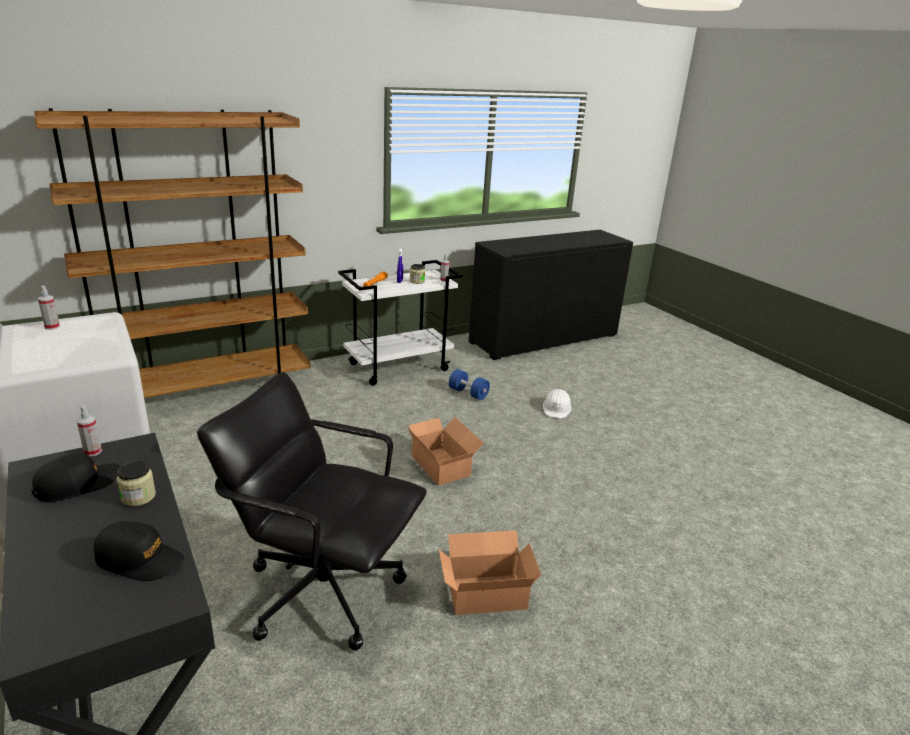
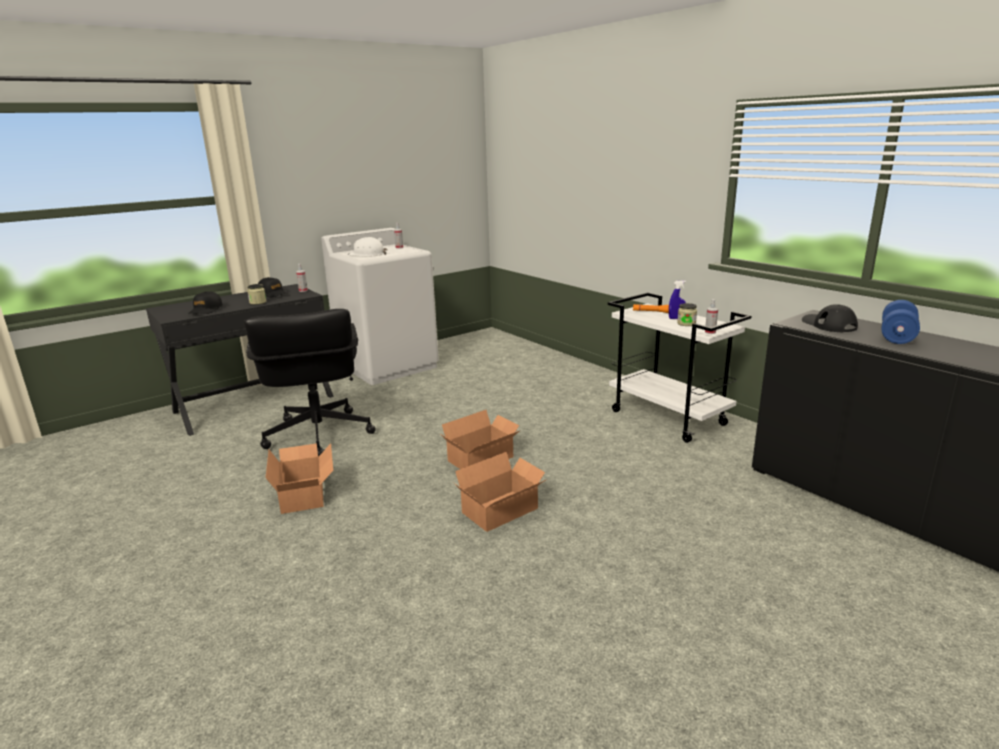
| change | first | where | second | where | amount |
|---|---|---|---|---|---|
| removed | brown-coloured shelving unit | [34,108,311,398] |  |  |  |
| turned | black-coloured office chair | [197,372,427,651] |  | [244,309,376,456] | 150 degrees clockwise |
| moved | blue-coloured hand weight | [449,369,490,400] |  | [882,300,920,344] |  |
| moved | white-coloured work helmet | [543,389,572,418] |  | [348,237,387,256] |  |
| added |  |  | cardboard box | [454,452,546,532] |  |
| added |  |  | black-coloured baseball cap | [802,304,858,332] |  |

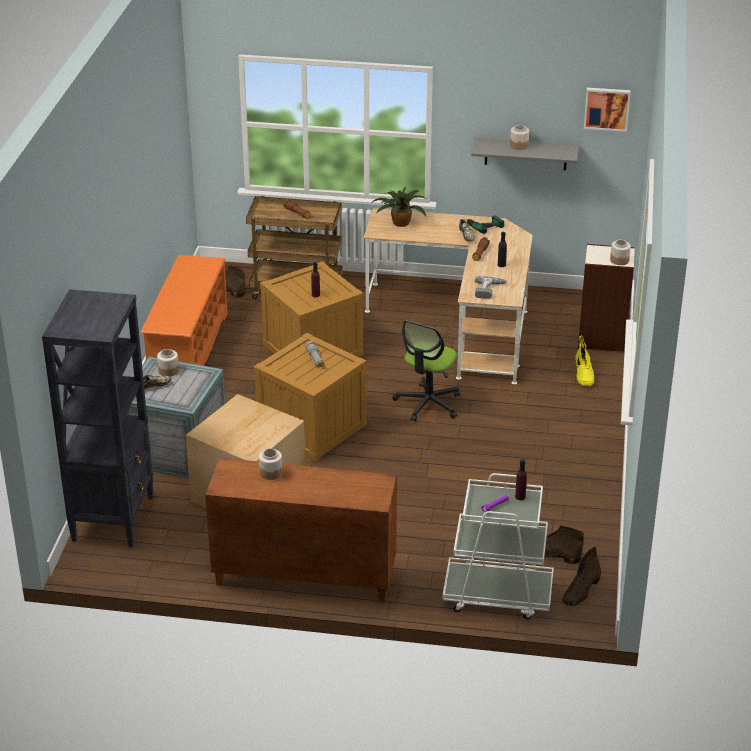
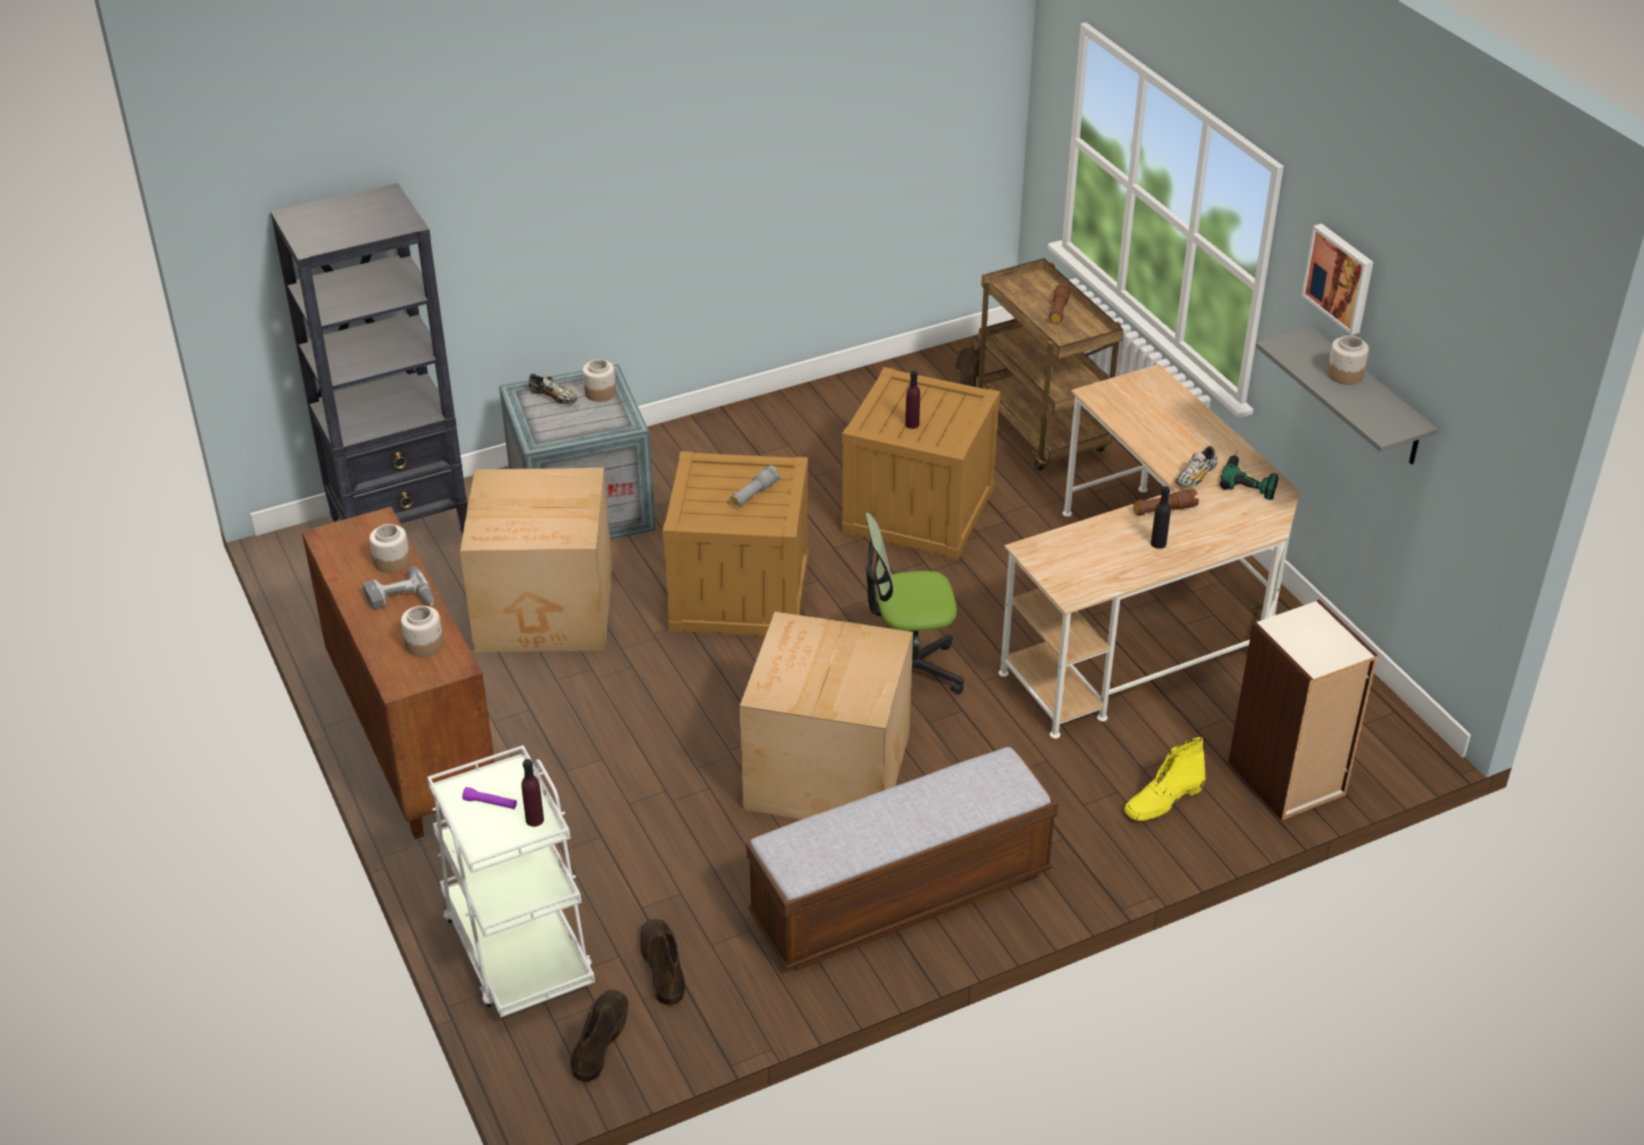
| change | first | where | second | where | amount |
|---|---|---|---|---|---|
| removed | orangey shoe shelf | [141,255,228,366] |  |  |  |
| removed | houseplant | [370,187,426,227] |  |  |  |
| moved | power drill | [475,276,507,299] |  | [363,566,434,609] |  |
| turned | brown-coloured boot | [562,546,601,606] |  | [570,990,628,1082] | 105 degrees clockwise |
| moved | picture | [584,88,631,132] |  | [1301,224,1373,335] |  |
| moved | preserve jar | [610,240,631,265] |  | [401,606,443,657] |  |
| added |  |  | cardboard box | [740,611,913,819] |  |
| added |  |  | long seat | [746,747,1059,971] |  |

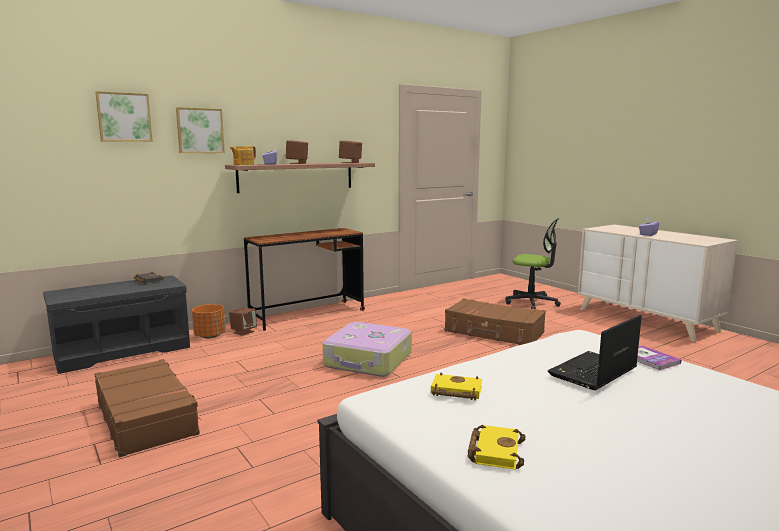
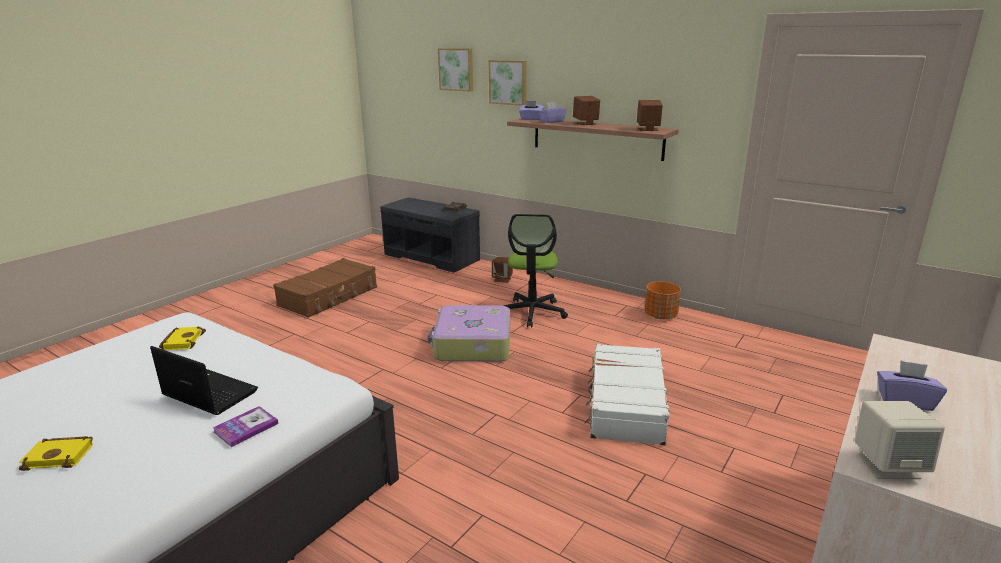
| change | first | where | second | where | amount |
|---|---|---|---|---|---|
| moved | orangey planter | [192,304,226,339] |  | [645,281,681,319] |  |
| replaced | tea pot | [230,146,256,165] | purple-coloured tissue holder | [519,101,545,120] |  |
| removed | brown-coloured desk table | [244,228,365,331] |  |  |  |
| recoloured | brown-coloured piece of luggage | [445,298,546,345] | white-coloured piece of luggage | [585,344,670,445] |  |
| moved | yellow-coloured volume | [468,425,526,470] |  | [19,436,93,471] |  |
| moved | office chair | [506,218,561,309] |  | [503,214,568,327] |  |
| added |  |  | beige speaker | [855,401,945,479] |  |

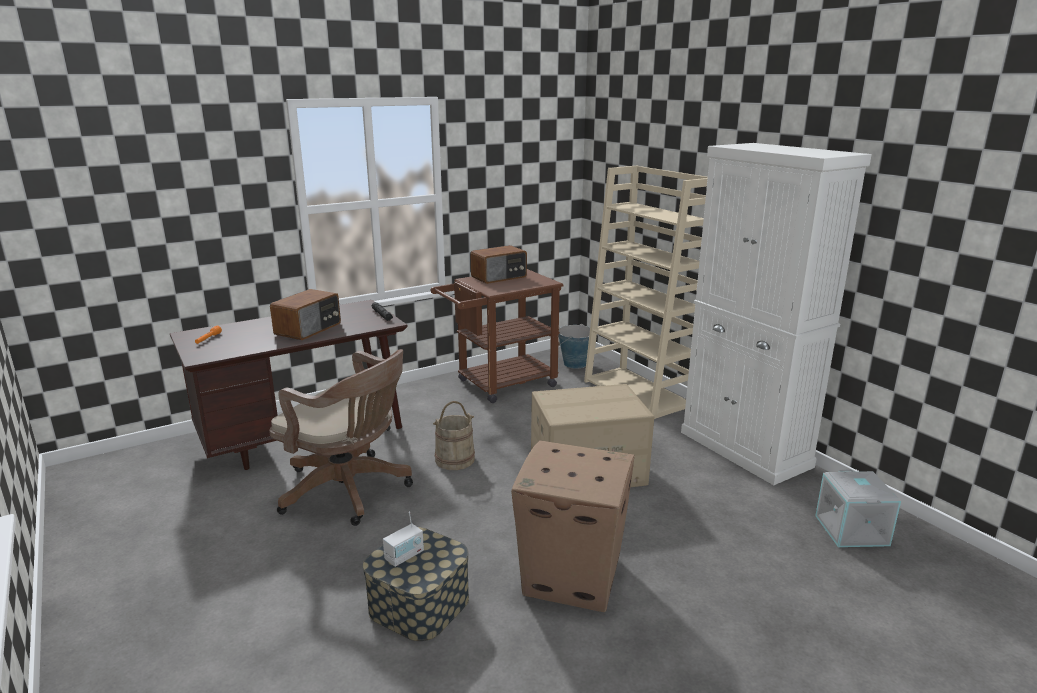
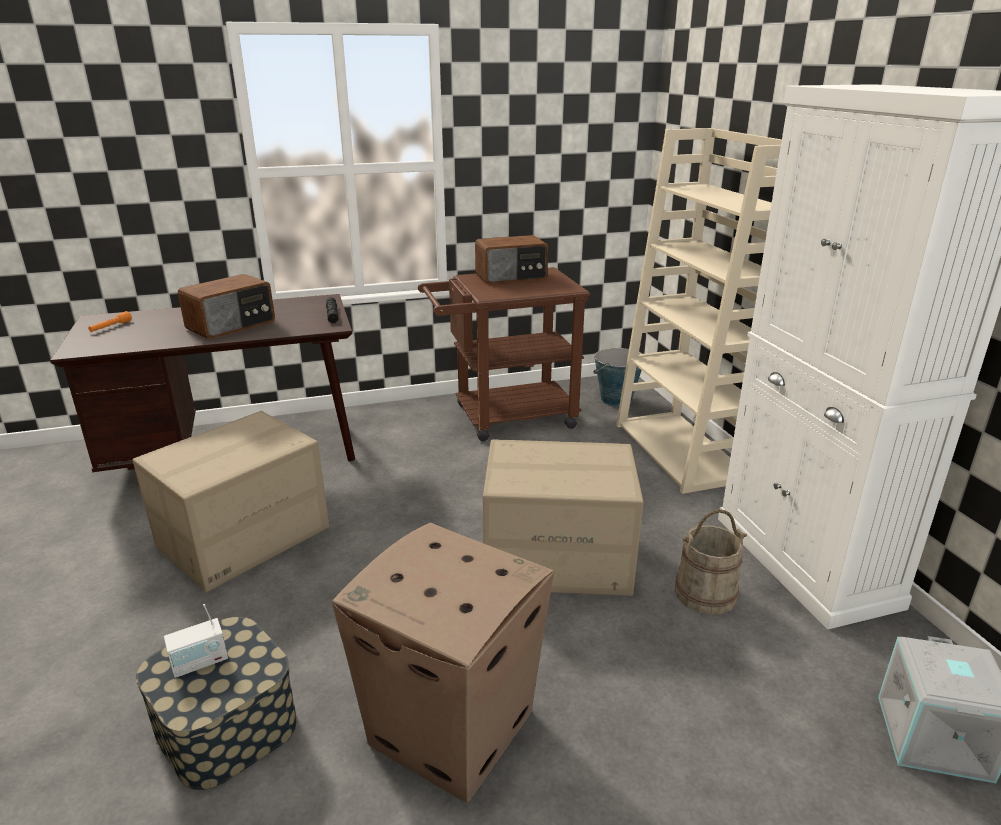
| change | first | where | second | where | amount |
|---|---|---|---|---|---|
| replaced | brown-coloured office chair | [269,349,413,526] | cardboard box | [133,411,329,592] |  |
| moved | beige pail | [433,401,475,470] |  | [675,509,747,615] |  |

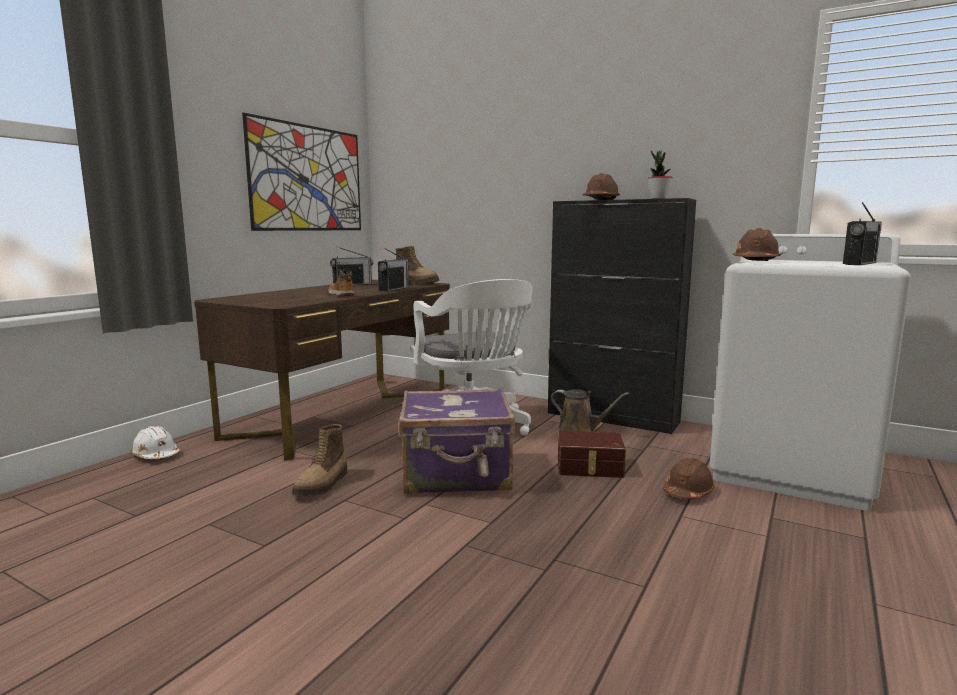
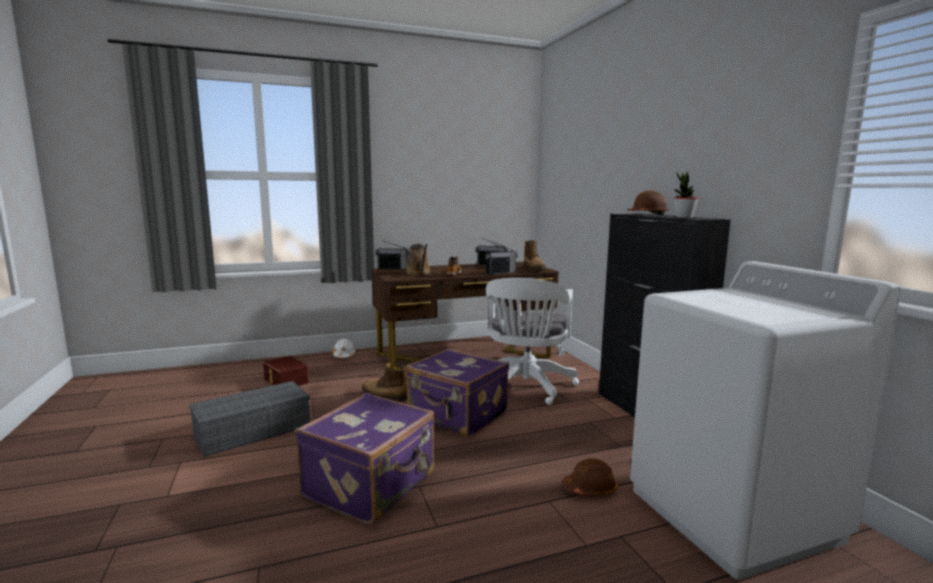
| change | first | where | second | where | amount |
|---|---|---|---|---|---|
| removed | picture | [242,113,361,231] |  |  |  |
| turned | boot | [292,424,348,496] |  | [362,363,407,402] | 60 degrees clockwise |
| moved | brown-coloured watering pot | [551,389,629,432] |  | [406,244,430,275] |  |
| moved | brown-coloured storage container | [558,431,626,478] |  | [263,356,309,386] |  |
| removed | brown-coloured work helmet | [733,228,781,261] |  |  |  |
| moved | radio | [843,202,882,265] |  | [375,240,409,270] |  |
| added |  |  | gray storage container | [189,381,310,457] |  |
| added |  |  | purple-coloured piece of luggage | [295,393,435,525] |  |

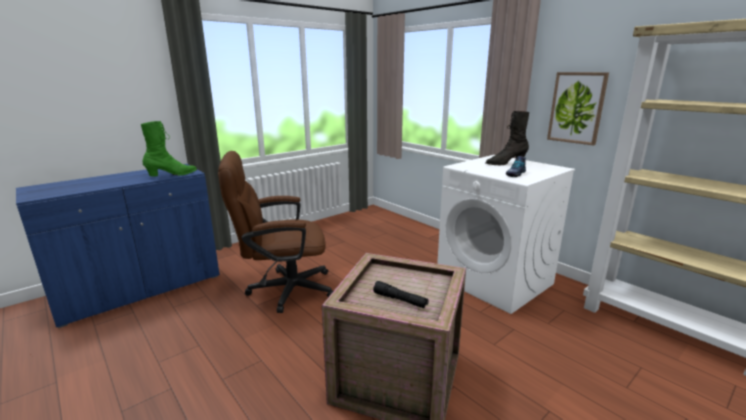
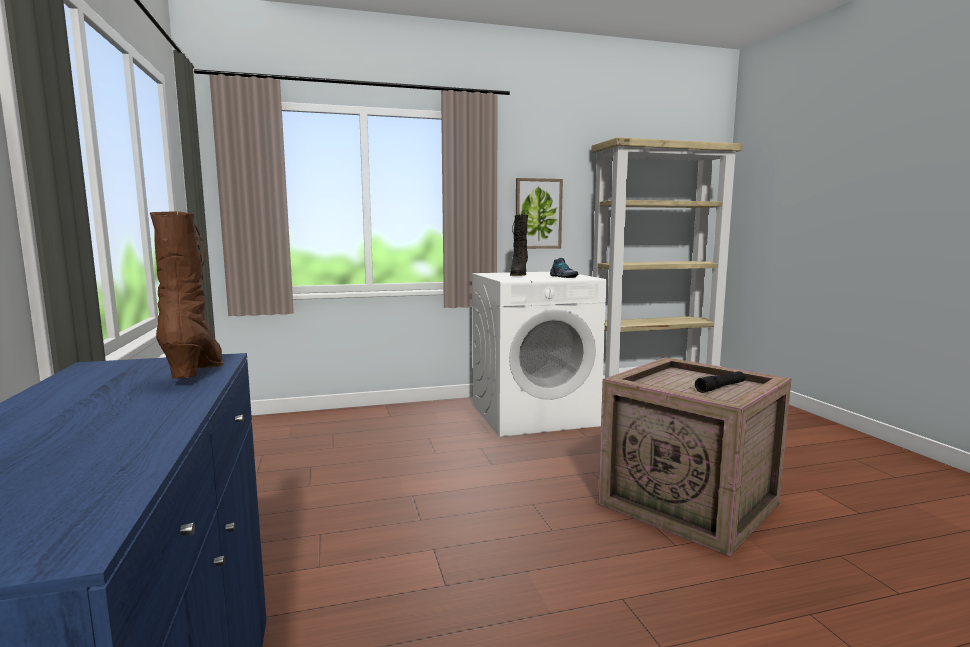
| change | first | where | second | where | amount |
|---|---|---|---|---|---|
| recoloured | green boot | [141,121,197,176] | brown-coloured boot | [150,211,224,379] |  |
| removed | brown-coloured office chair | [218,151,333,313] |  |  |  |

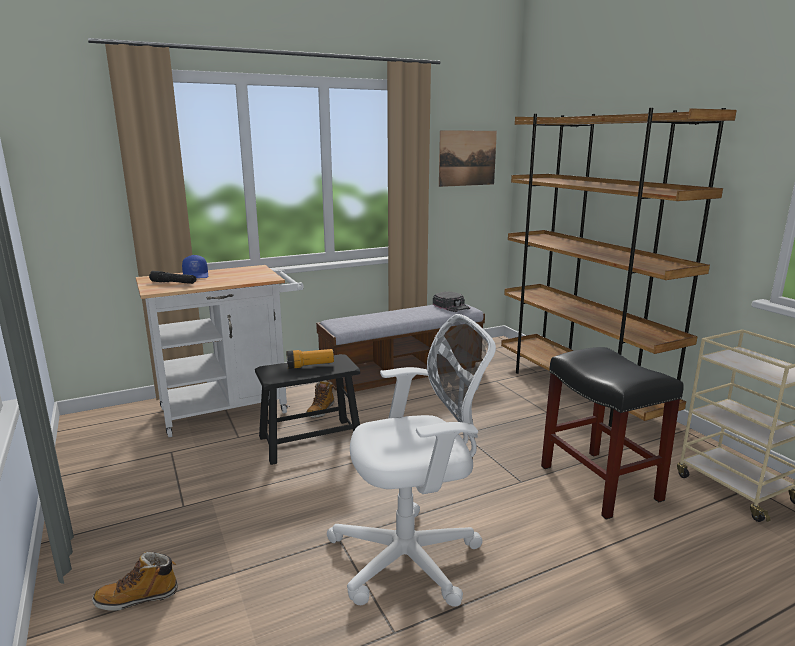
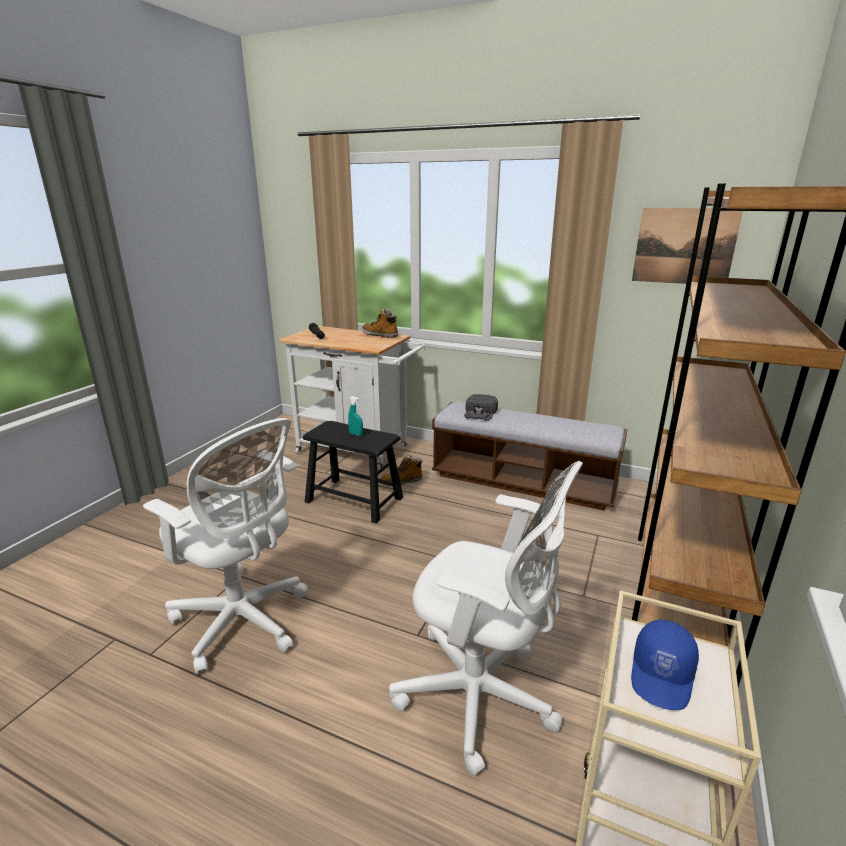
| change | first | where | second | where | amount |
|---|---|---|---|---|---|
| moved | boot | [92,552,178,611] |  | [362,308,398,338] |  |
| moved | blue-coloured baseball cap | [182,255,208,278] |  | [631,619,699,710] |  |
| replaced | torch | [286,349,334,369] | turquoise-coloured hand sprayer | [348,396,363,436] |  |
| moved | black-coloured baseball cap | [433,291,470,312] |  | [464,394,498,421] |  |
| replaced | black-coloured stool | [541,347,683,520] | white-coloured office chair | [389,461,583,776] |  |

